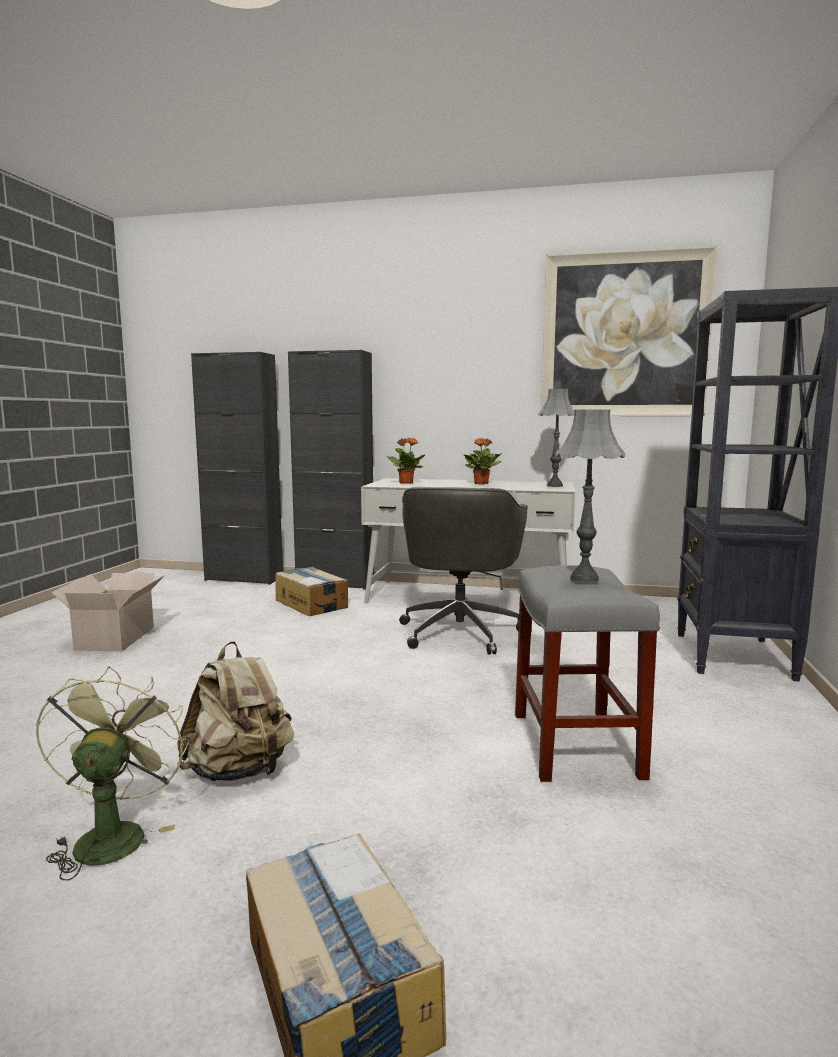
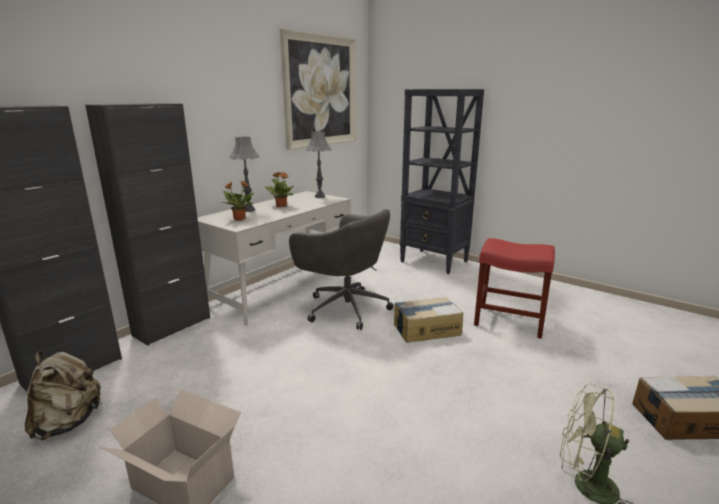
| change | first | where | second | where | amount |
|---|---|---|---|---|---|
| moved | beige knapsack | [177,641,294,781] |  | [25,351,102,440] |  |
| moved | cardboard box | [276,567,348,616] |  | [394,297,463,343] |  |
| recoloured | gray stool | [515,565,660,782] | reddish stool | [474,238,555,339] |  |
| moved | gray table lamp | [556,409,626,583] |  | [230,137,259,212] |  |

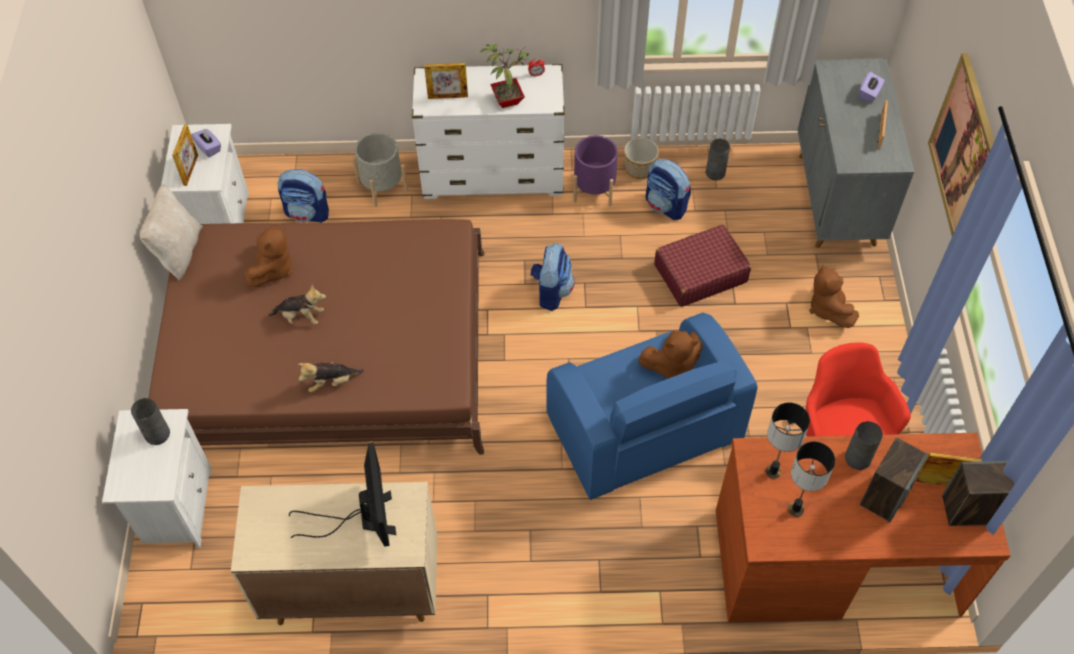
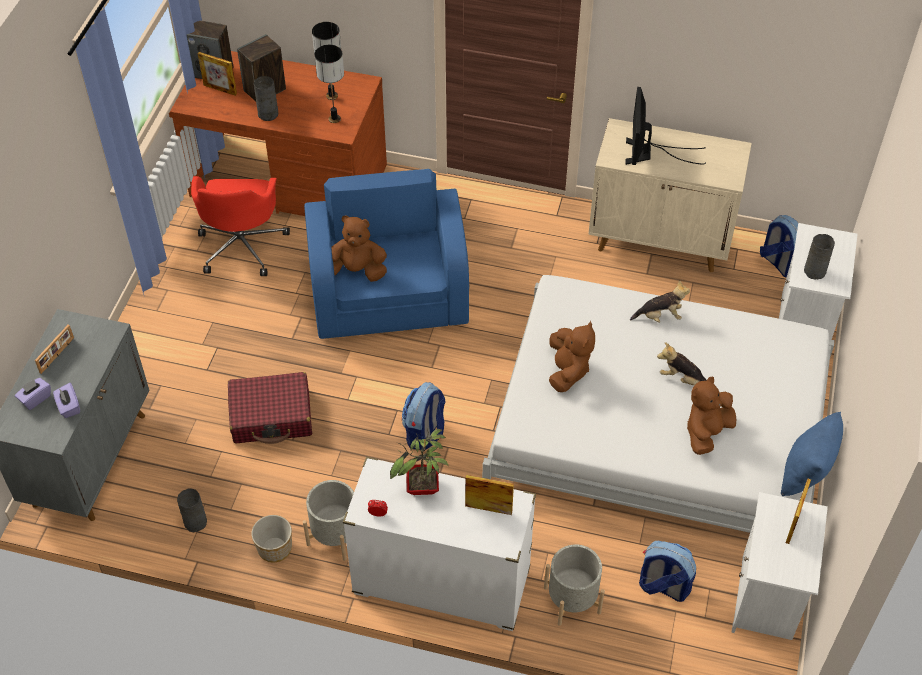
| change | first | where | second | where | amount |
|---|---|---|---|---|---|
| recoloured | beige cushion | [140,184,203,281] | blue-coloured cushion | [781,412,843,496] |  |
| recoloured | brown-coloured bedroom bed | [149,219,484,455] | white-coloured bedroom bed | [482,275,835,533] |  |
| moved | purple-coloured tissue holder | [191,129,221,158] |  | [53,383,80,418] |  |
| recoloured | purple-coloured planter | [573,135,618,206] | gray planter | [303,480,354,561] |  |
| moved | knapsack | [646,158,691,220] |  | [760,215,798,278] |  |
| moved | brown-coloured plush toy | [809,264,859,328] |  | [549,321,595,392] |  |
| removed | picture | [928,53,994,236] |  |  |  |

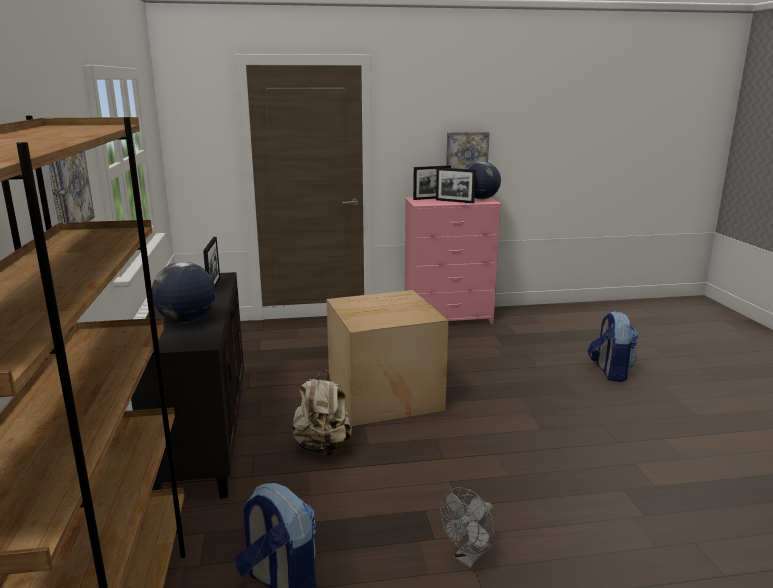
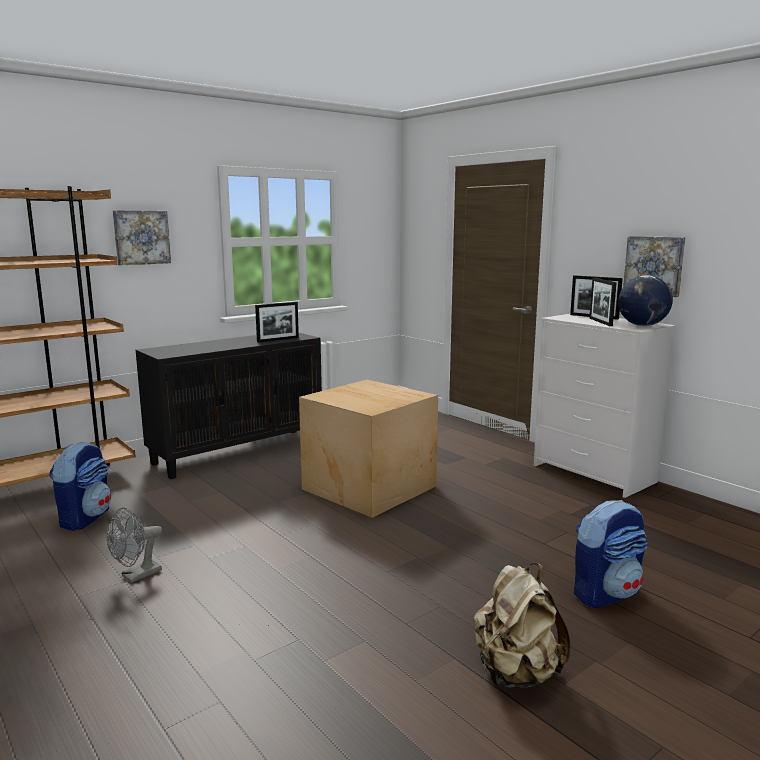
| change | first | where | second | where | amount |
|---|---|---|---|---|---|
| removed | desk globe | [152,262,215,323] |  |  |  |
| moved | beige knapsack | [291,370,352,456] |  | [474,563,571,688] |  |
| recoloured | pinkish drawer chest | [405,197,501,324] | white-coloured drawer chest | [534,314,676,498] |  |
| turned | gray cooling fan | [440,487,494,569] |  | [107,507,162,583] | 60 degrees counterclockwise |

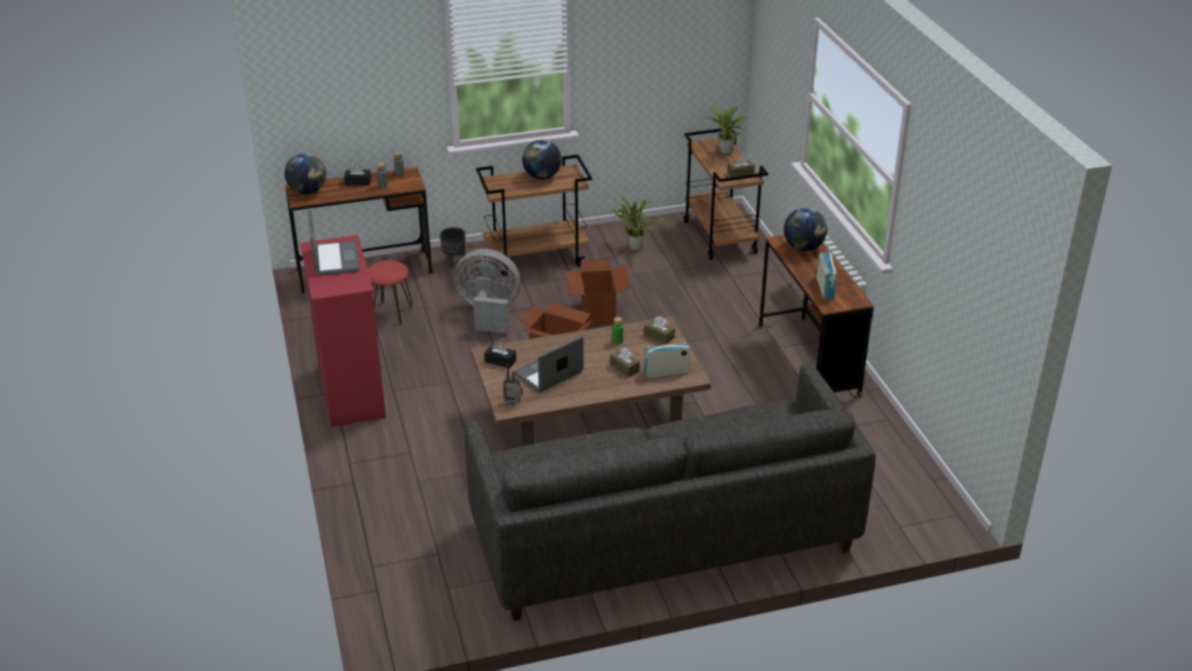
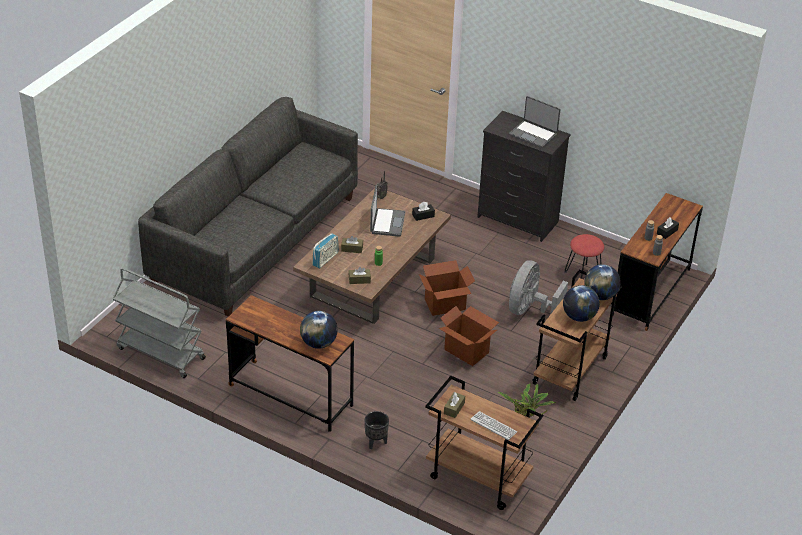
| change | first | where | second | where | amount |
|---|---|---|---|---|---|
| moved | desk globe | [285,153,326,194] |  | [584,264,621,300] |  |
| recoloured | reddish drawer chest | [300,235,386,427] | black-coloured drawer chest | [477,111,570,242] |  |
| moved | black-coloured planter | [440,227,465,268] |  | [365,411,389,449] |  |
| turned | gray cooling fan | [454,249,521,334] |  | [509,260,568,315] | 150 degrees clockwise |
| replaced | houseplant | [705,105,748,155] | keyboard | [471,411,517,440] |  |
| removed | radio | [816,249,837,299] |  |  |  |
| added |  |  | gray trolley | [112,268,206,378] |  |

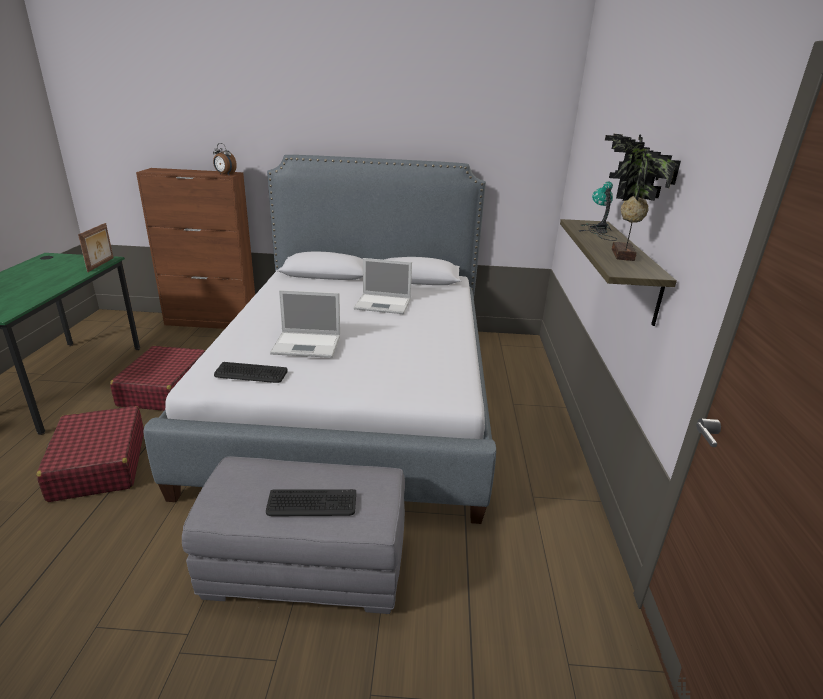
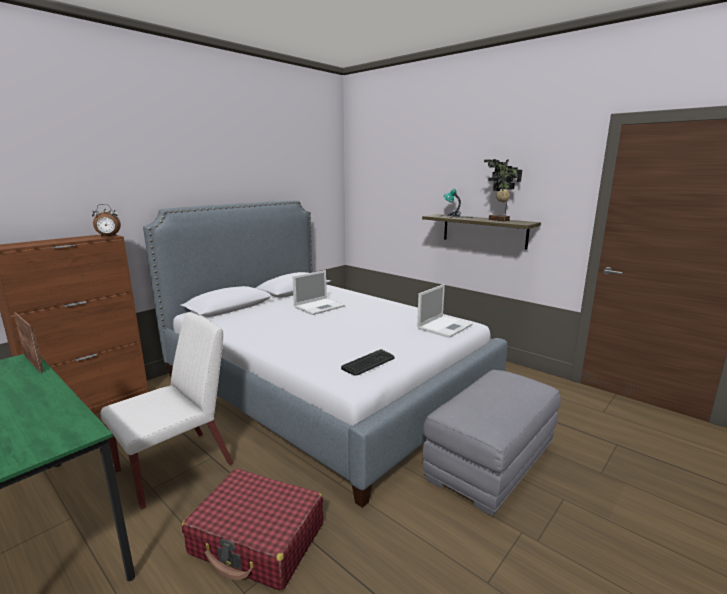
| change | first | where | second | where | amount |
|---|---|---|---|---|---|
| replaced | reddish piece of luggage | [110,346,205,411] | white-coloured plain chair | [101,312,233,510] |  |
| removed | keyboard | [266,489,356,516] |  |  |  |
| moved | portable computer | [270,290,340,358] |  | [417,284,473,338] |  |

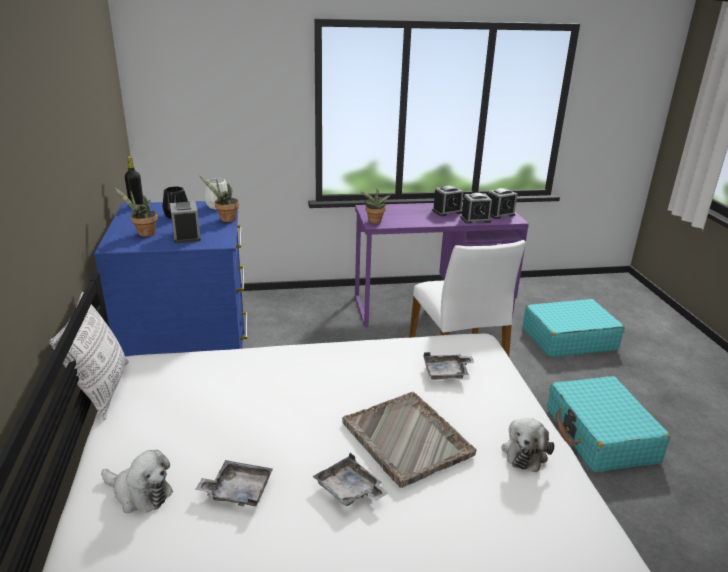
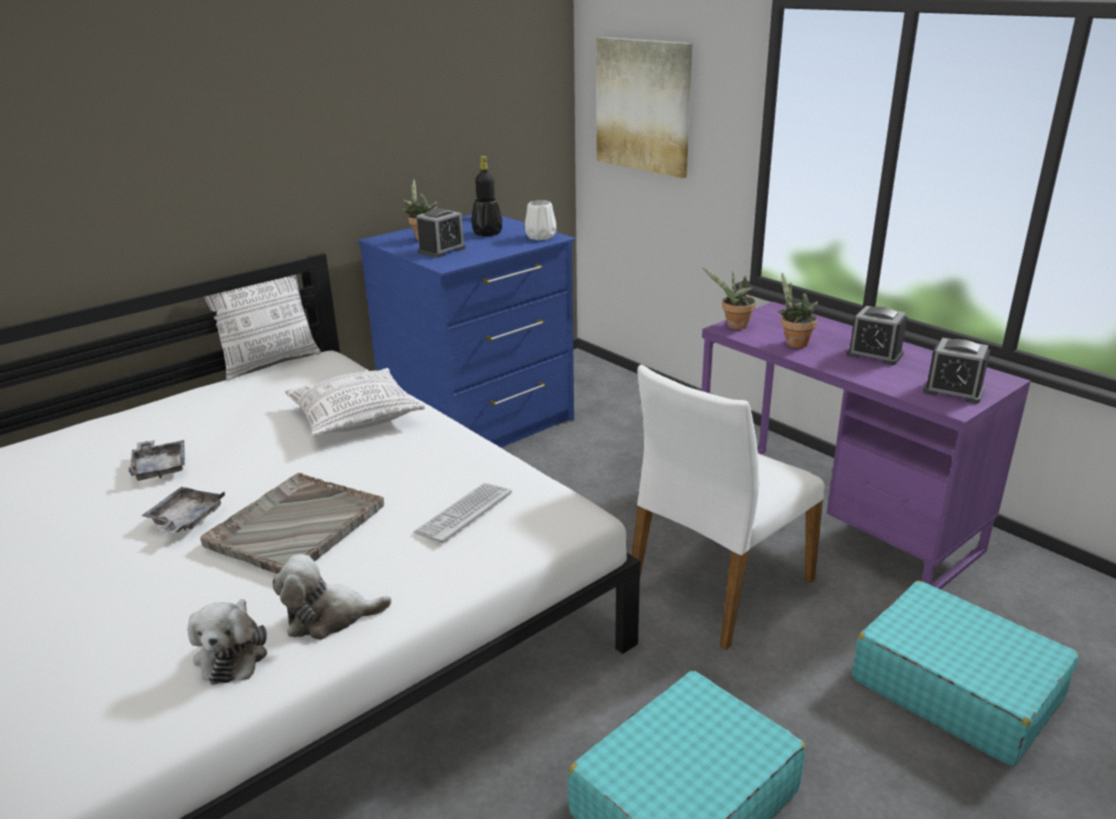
| change | first | where | second | where | amount |
|---|---|---|---|---|---|
| moved | plush toy | [101,450,173,513] |  | [187,599,267,684] |  |
| moved | houseplant | [199,175,239,222] |  | [778,273,818,348] |  |
| replaced | gray tray | [423,352,474,380] | keyboard | [413,483,512,543] |  |
| removed | bedside clock | [460,193,492,224] |  |  |  |
| added |  |  | cushion | [285,368,425,437] |  |
| added |  |  | picture | [596,37,693,178] |  |

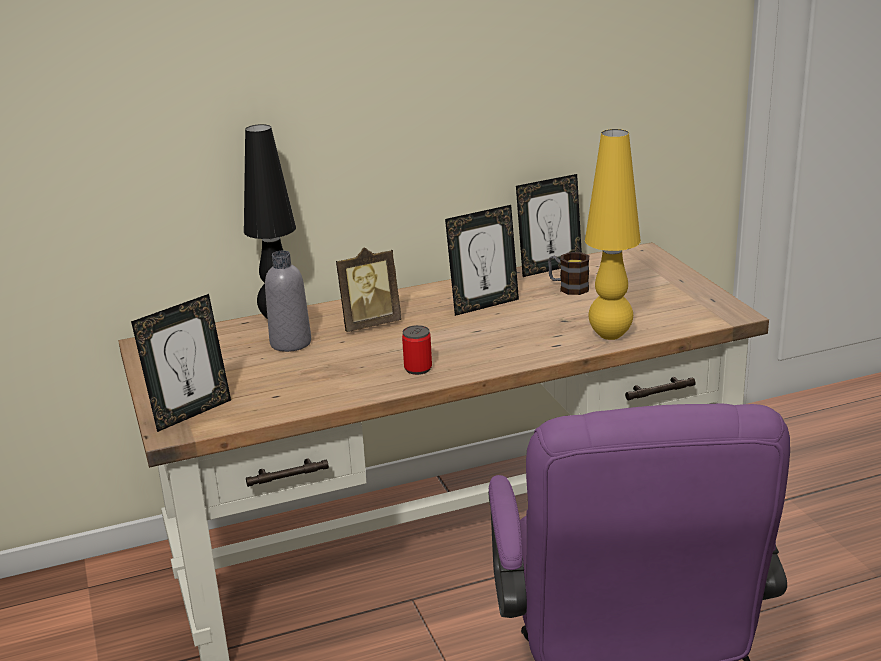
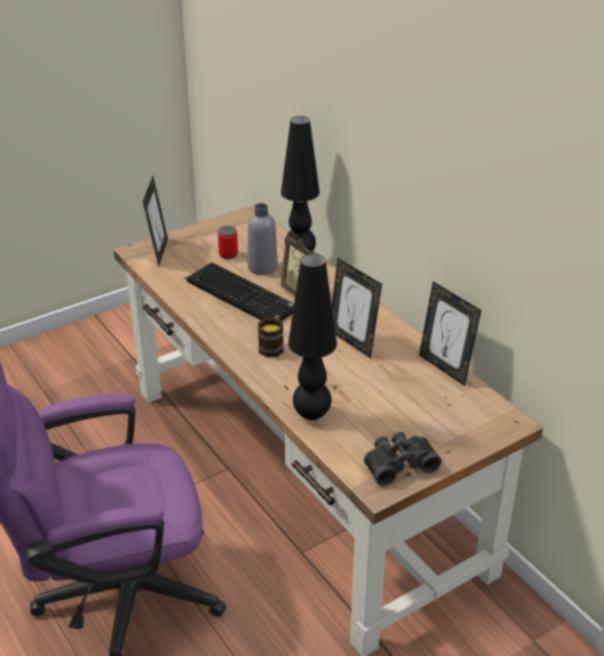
| change | first | where | second | where | amount |
|---|---|---|---|---|---|
| turned | picture frame | [131,294,231,432] |  | [143,176,168,267] | 120 degrees counterclockwise |
| moved | metal can | [402,325,432,375] |  | [218,226,238,259] |  |
| moved | tea mug | [548,252,589,295] |  | [258,315,284,357] |  |
| recoloured | yellow-coloured table lamp | [585,129,641,340] | black-coloured table lamp | [288,254,337,420] |  |
| added |  |  | keyboard | [186,262,294,321] |  |
| added |  |  | black-coloured field glasses | [364,432,441,485] |  |

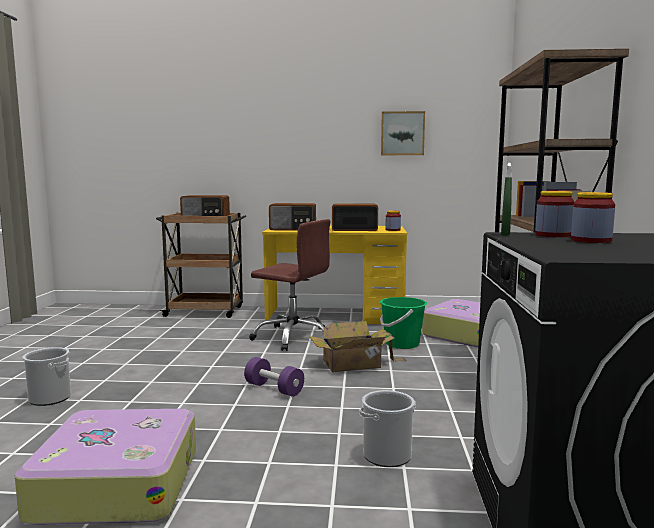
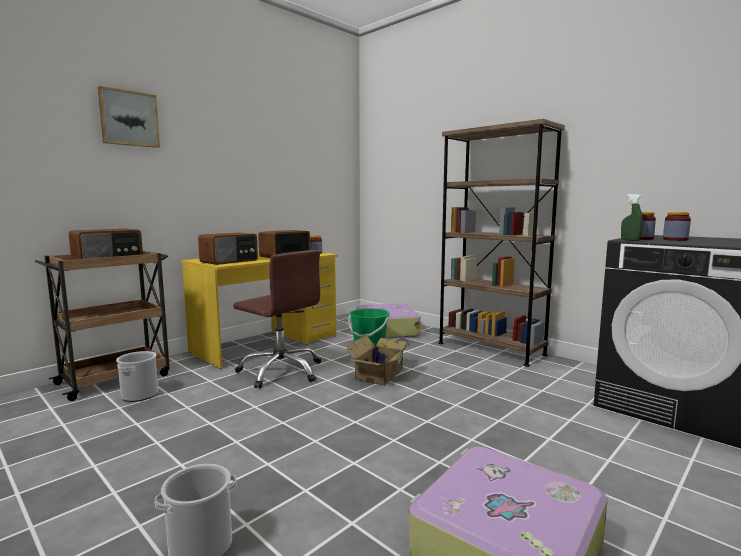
| change | first | where | second | where | amount |
|---|---|---|---|---|---|
| removed | purple-coloured hand weight | [244,357,304,397] |  |  |  |
| turned | brown-coloured office chair | [249,219,331,351] |  | [233,250,321,388] | 60 degrees clockwise |
| moved | pail | [360,390,416,467] |  | [116,351,158,402] |  |
| moved | picture | [381,111,425,155] |  | [98,86,160,148] |  |

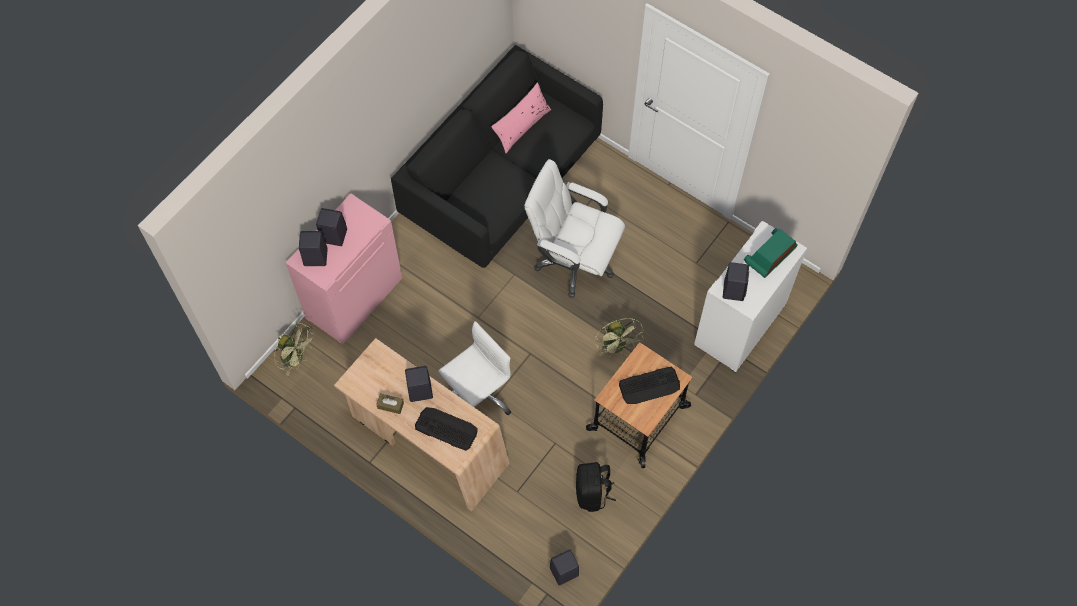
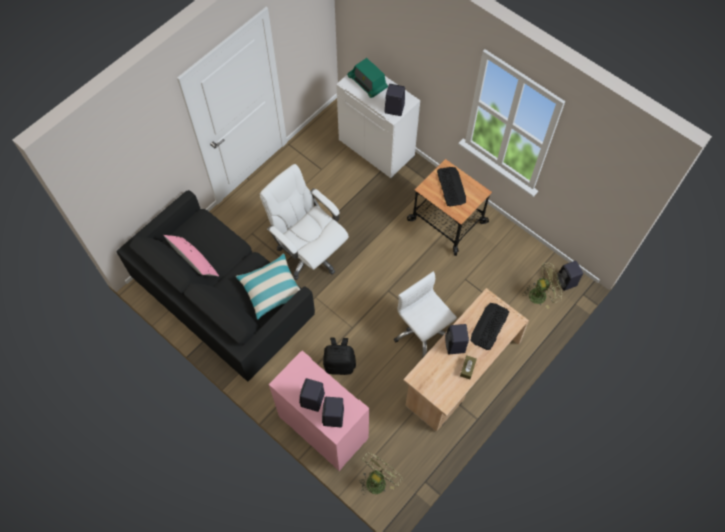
| change | first | where | second | where | amount |
|---|---|---|---|---|---|
| turned | white-coloured office chair | [524,159,625,298] |  | [260,164,349,280] | 105 degrees clockwise |
| moved | black-coloured knapsack | [576,462,616,512] |  | [323,338,356,375] |  |
| moved | green cooling fan | [595,318,644,357] |  | [523,262,562,309] |  |
| added |  |  | cushion | [236,253,300,320] |  |

